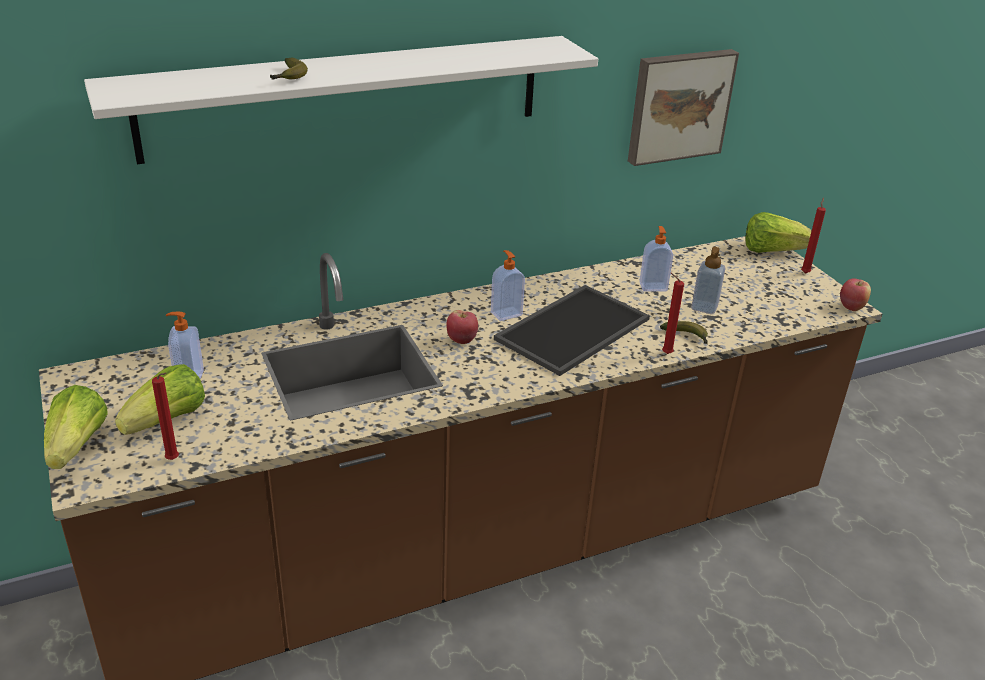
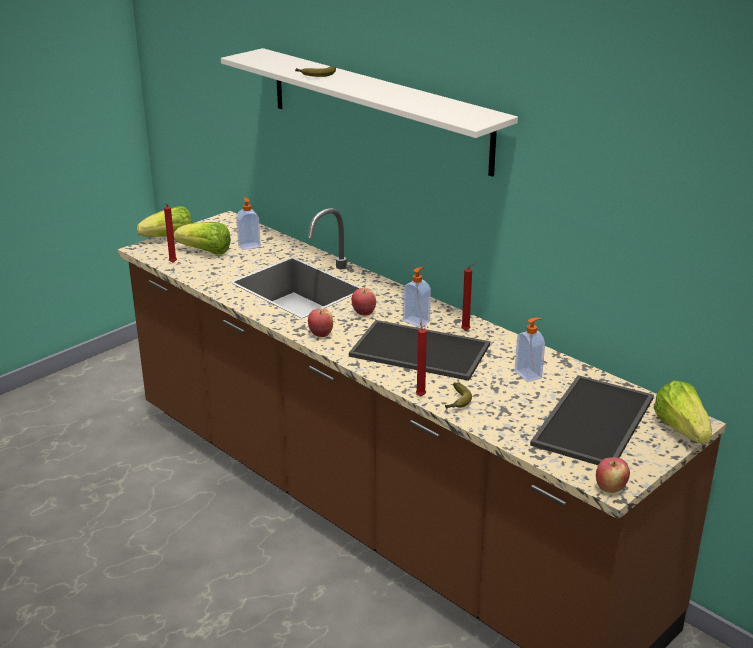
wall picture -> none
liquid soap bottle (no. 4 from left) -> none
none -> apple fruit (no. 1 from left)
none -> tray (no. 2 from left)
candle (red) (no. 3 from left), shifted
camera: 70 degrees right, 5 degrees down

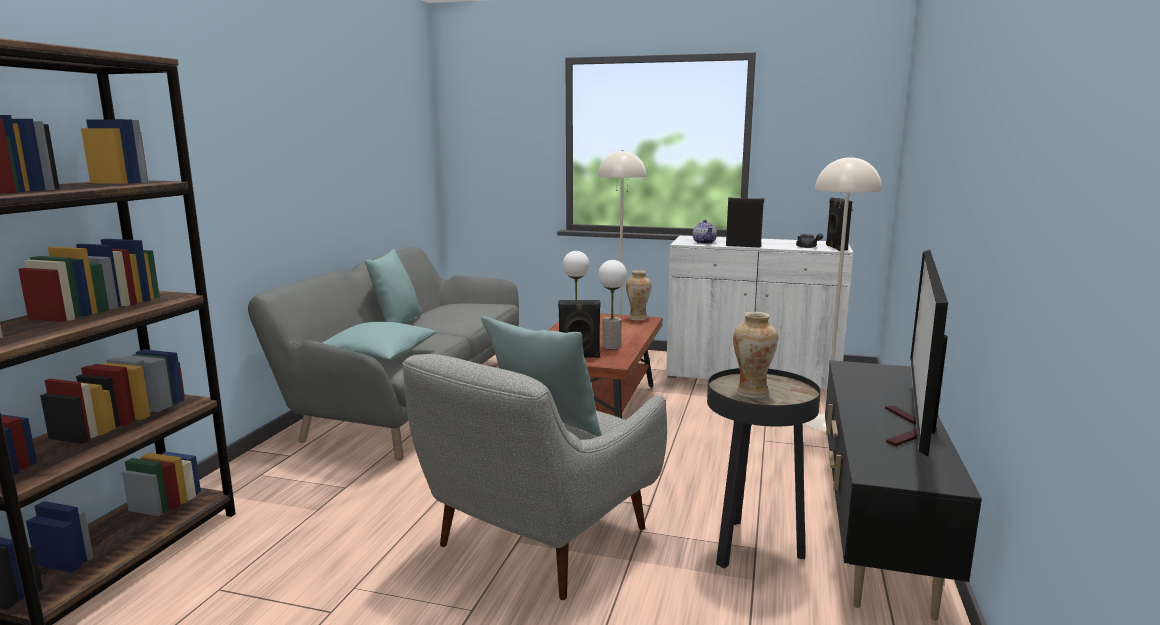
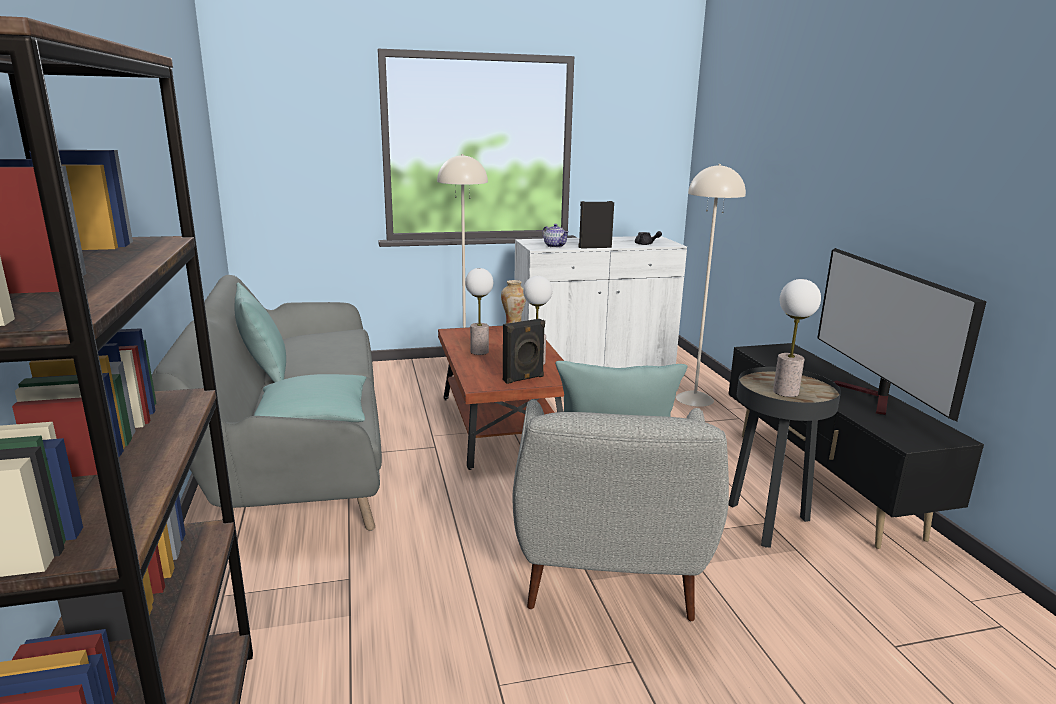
loudspeaker (blackish) (no. 3 from left) -> none
flower vase (no. 2 from left) -> lamp for a table (no. 3 from left)
camera: 30 degrees left, 5 degrees up

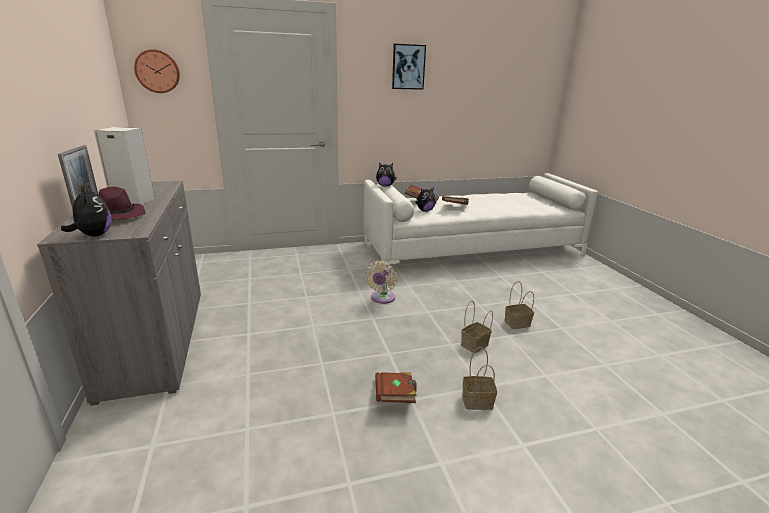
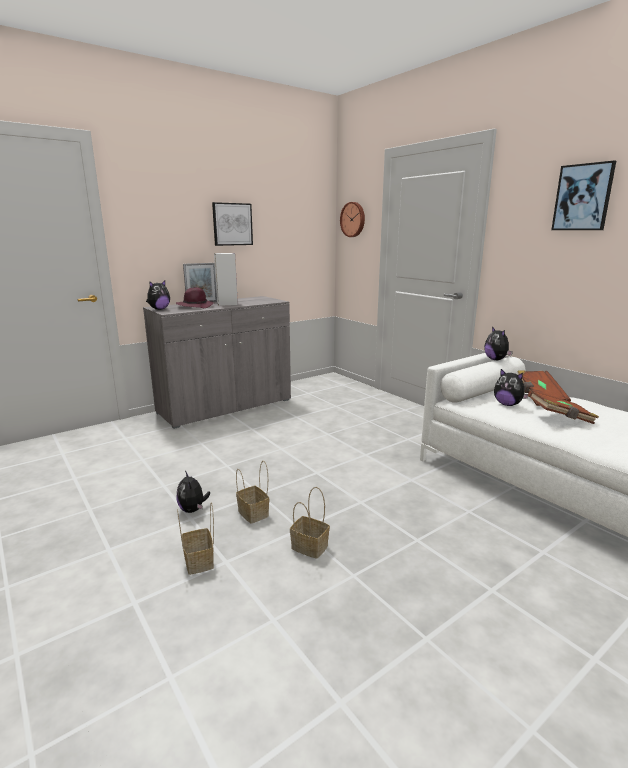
electric fan (sand-coloured) -> none
none -> wall picture (no. 1 from left)
storage basket (no. 3 from left in the first image) -> storage basket (no. 2 from left), shifted
book (brownish) (no. 1 from left) -> plush toy (no. 2 from left)
camera: 70 degrees right, 5 degrees down

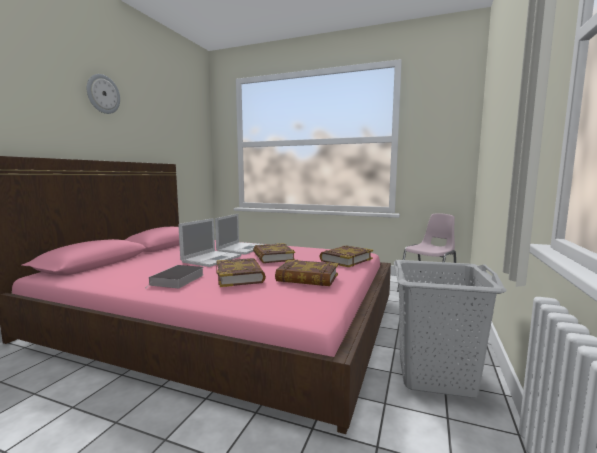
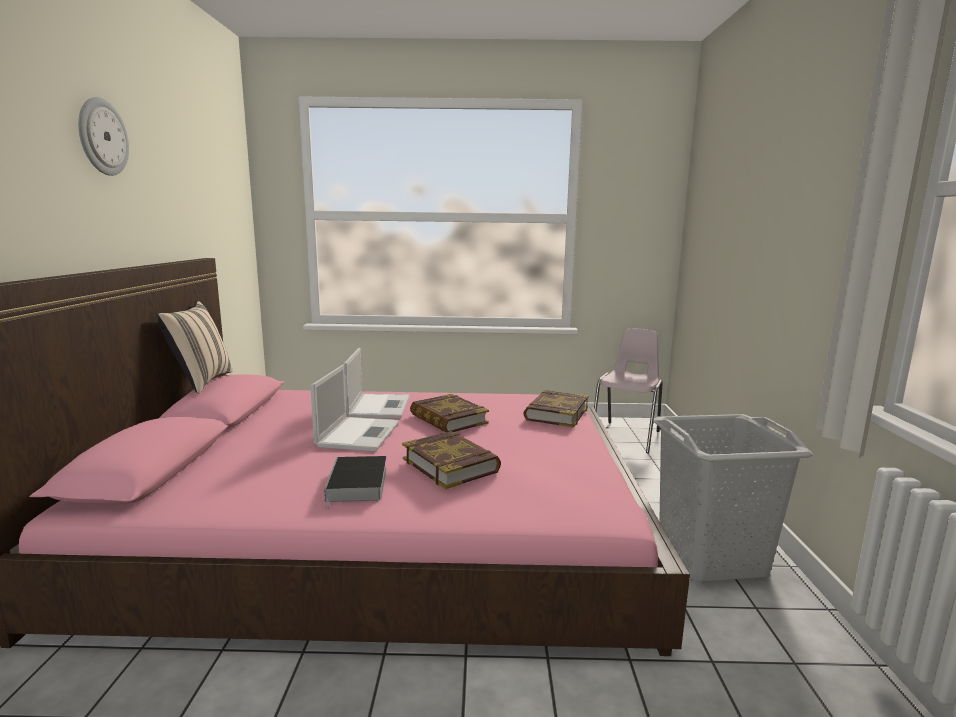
book (no. 4 from left) -> none
none -> cushion (sand-coloured)
camera: 20 degrees left, 5 degrees up

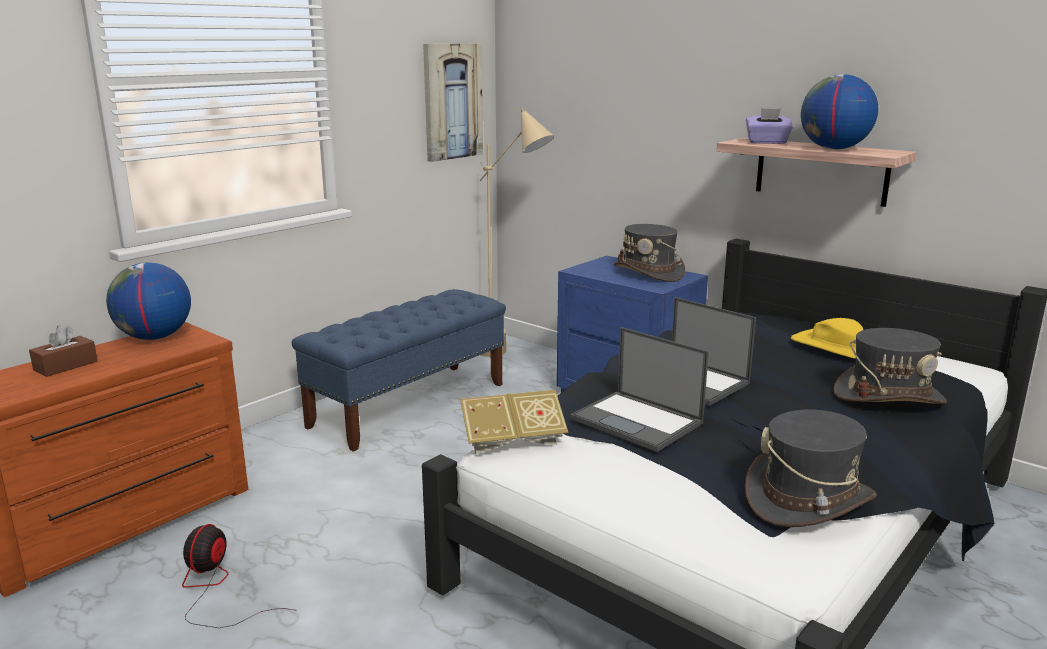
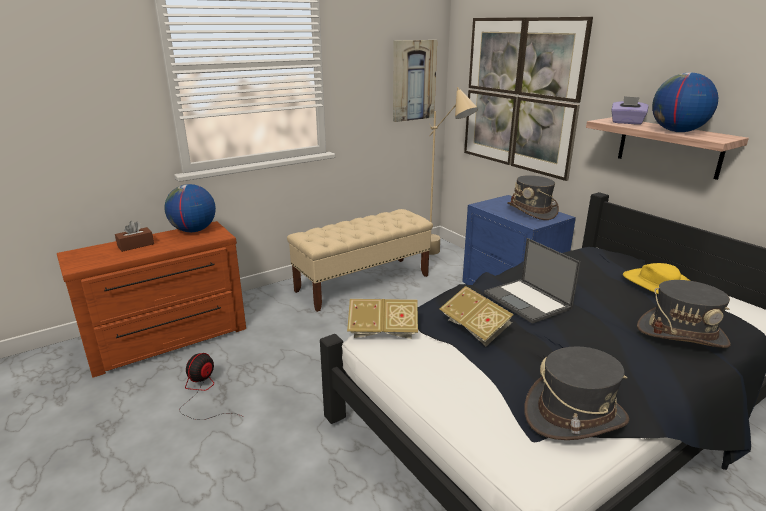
none -> wall picture (no. 2 from left)
portable computer (no. 1 from left) -> book (no. 2 from left)
long seat (blue) -> long seat (sand-coloured)
camera: 15 degrees right, 5 degrees up

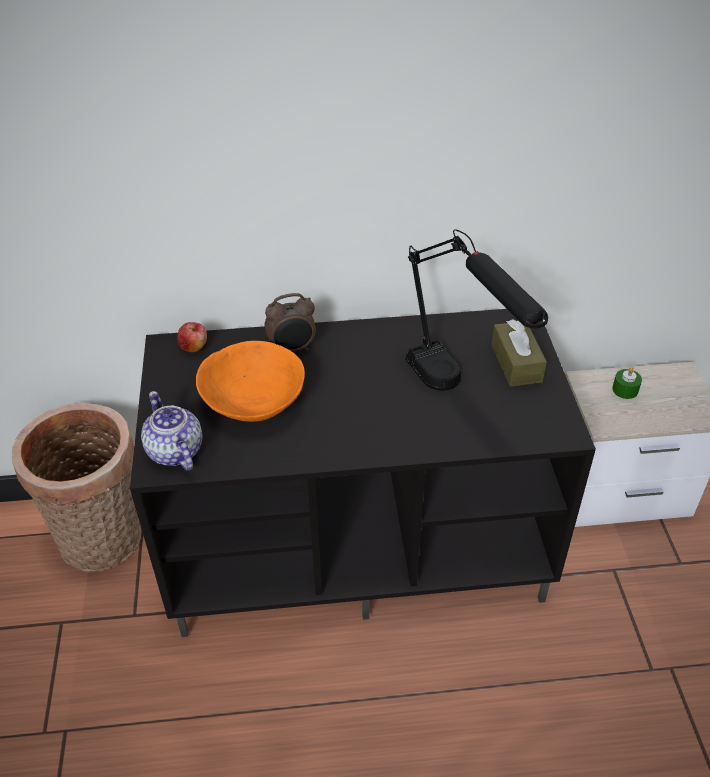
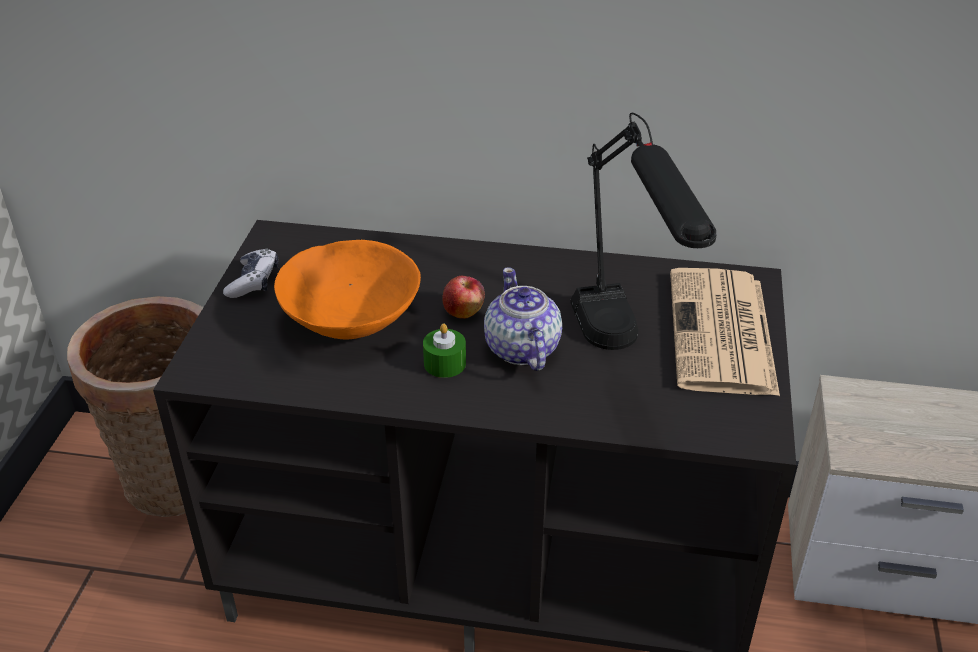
alarm clock -> none
none -> game controller
tea pot, shifted
apple fruit, shifted
candle (green-coloured), shifted
tissue holder (brownish) -> daily paper
camera: 15 degrees right, 5 degrees down

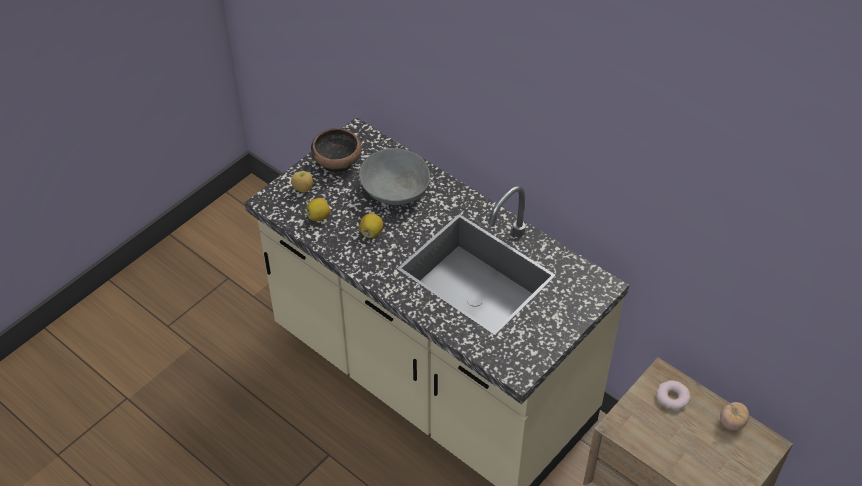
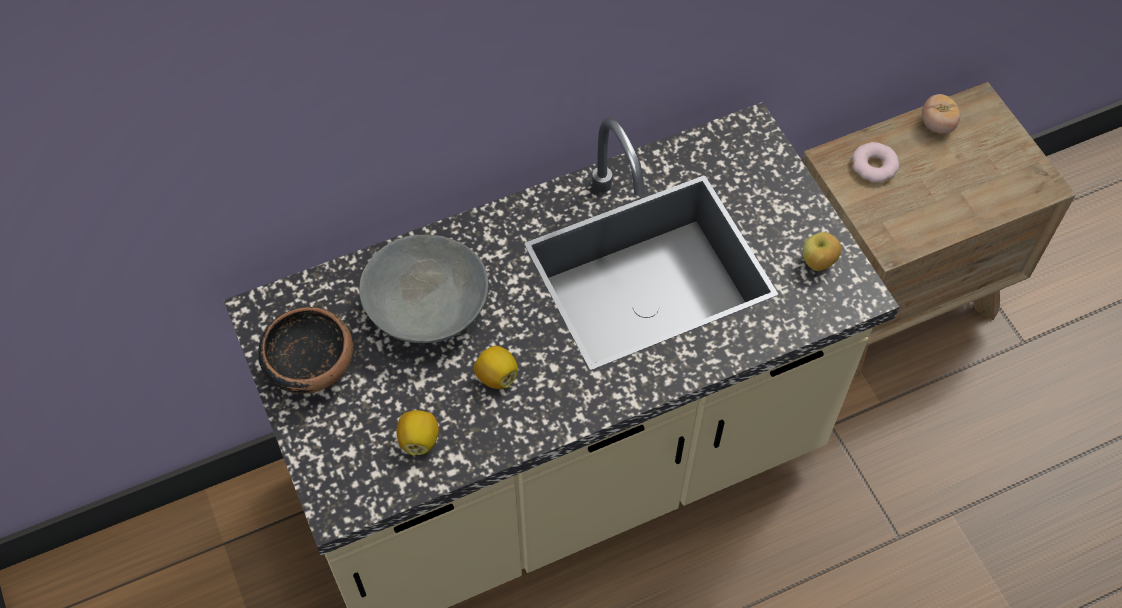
apple fruit, shifted
camera: 65 degrees left, 10 degrees up

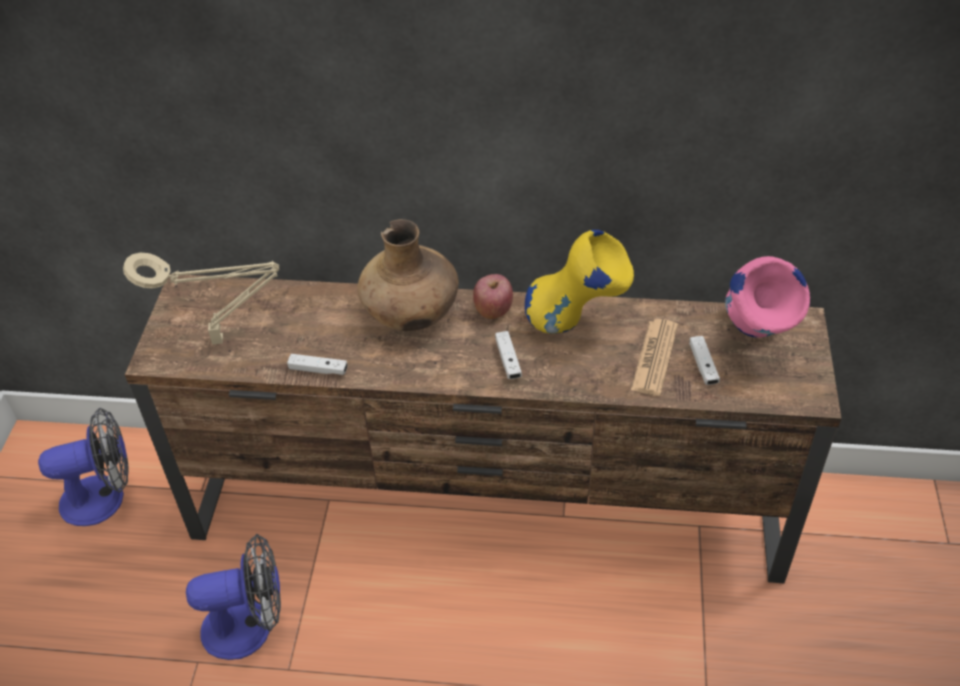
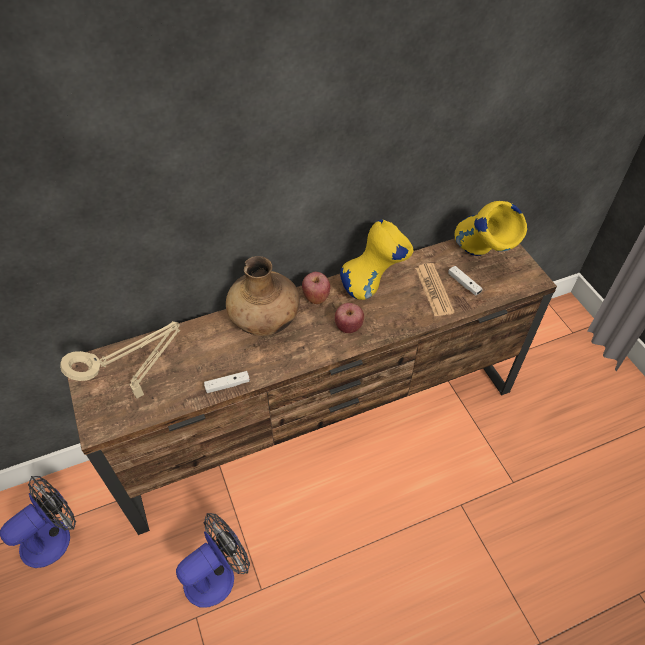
game controller (whitish) (no. 2 from left) -> apple fruit (no. 2 from left)
flower vase (pink-coloured) -> flower vase (yellowish) (no. 2 from left)
camera: 30 degrees left, 5 degrees up

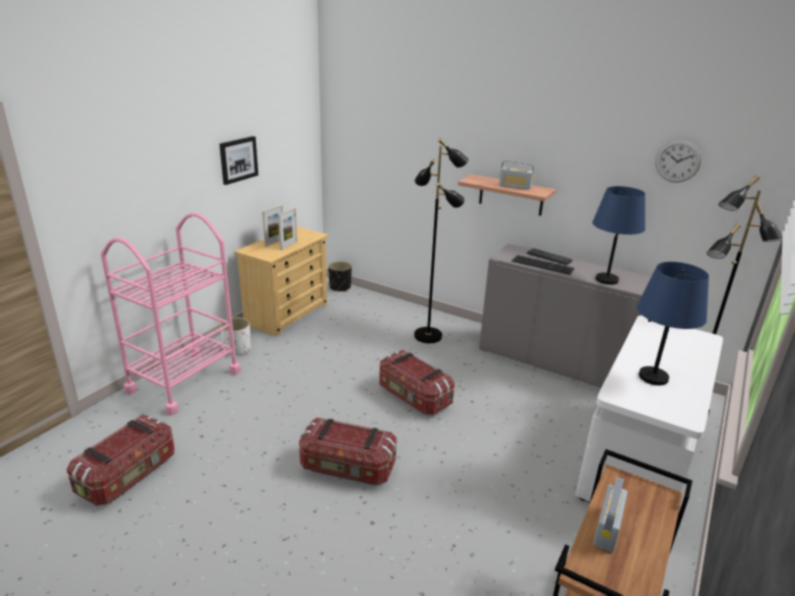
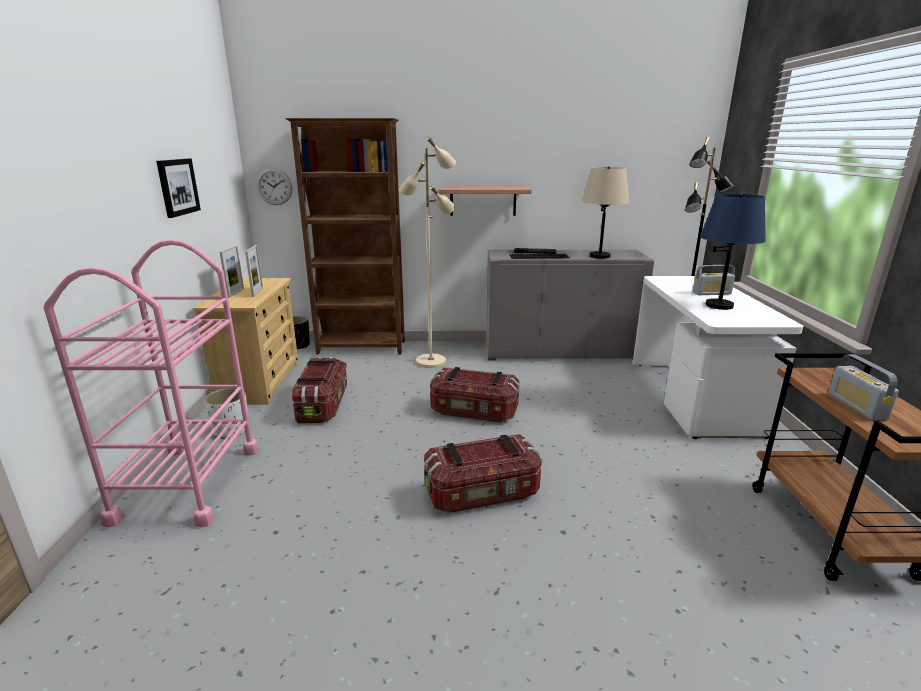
none -> bookcase (brownish)
storage container (no. 1 from left), shifted
radio receiver (no. 1 from left), shifted
wall clock, shifted
floor lamp (blackish) (no. 1 from left) -> floor lamp (sand-coloured)
lamp for a table (blue) (no. 1 from left) -> lamp for a table (sand-coloured)
camera: 30 degrees left, 5 degrees down

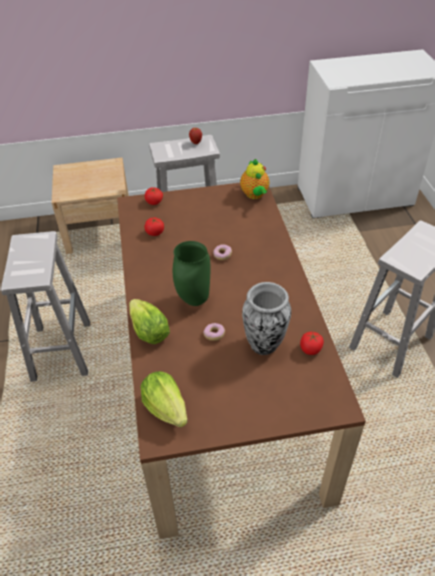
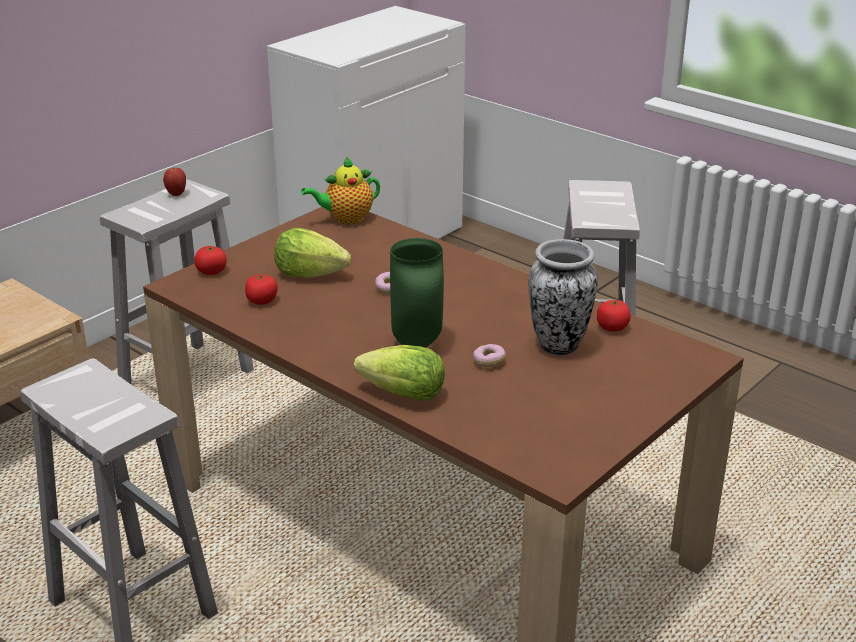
lettuce (no. 2 from left in the first image) -> lettuce (no. 1 from left), shifted
tea pot, 120 degrees clockwise
camera: 40 degrees left, 15 degrees down

